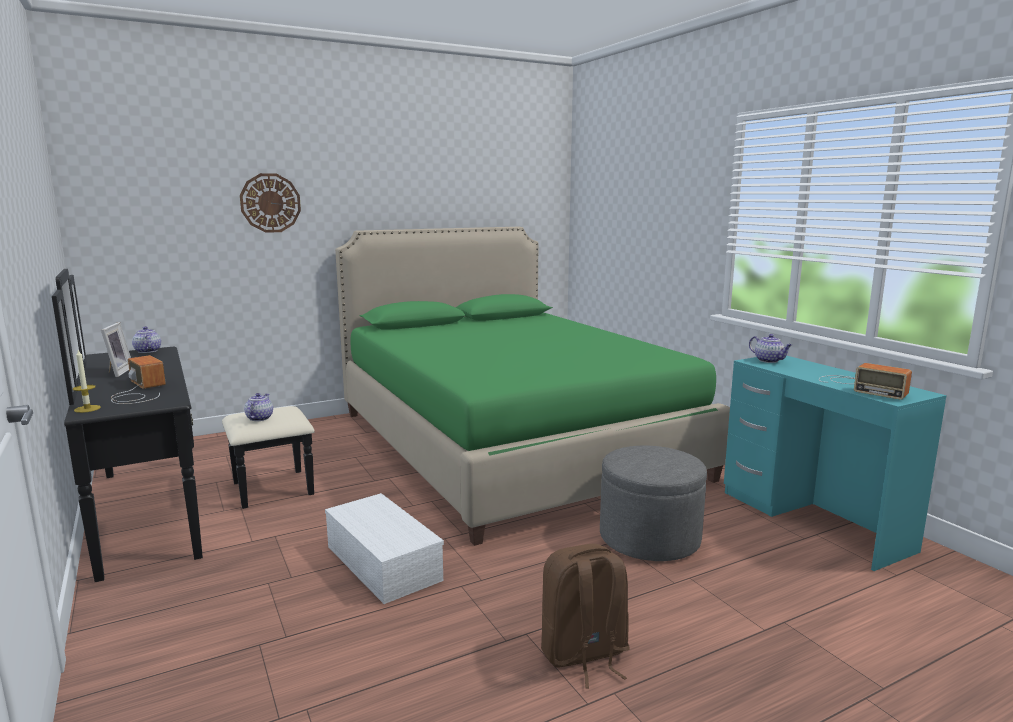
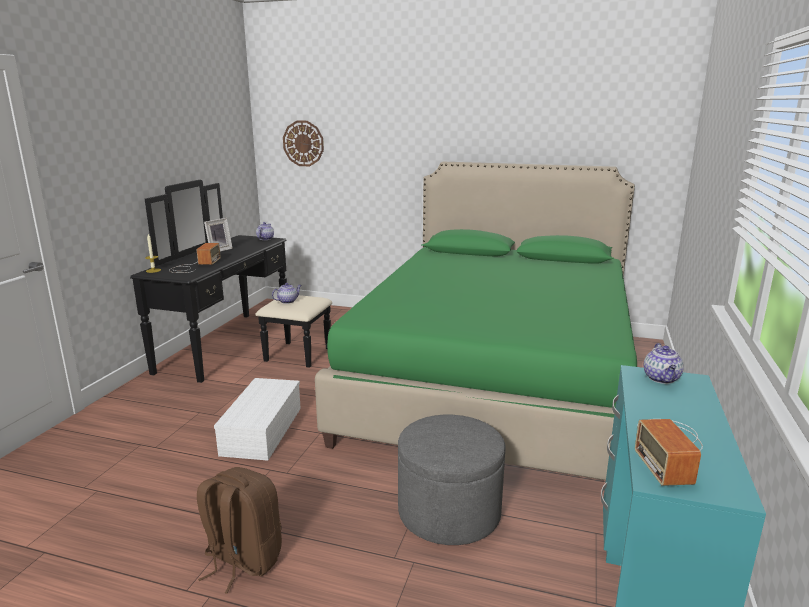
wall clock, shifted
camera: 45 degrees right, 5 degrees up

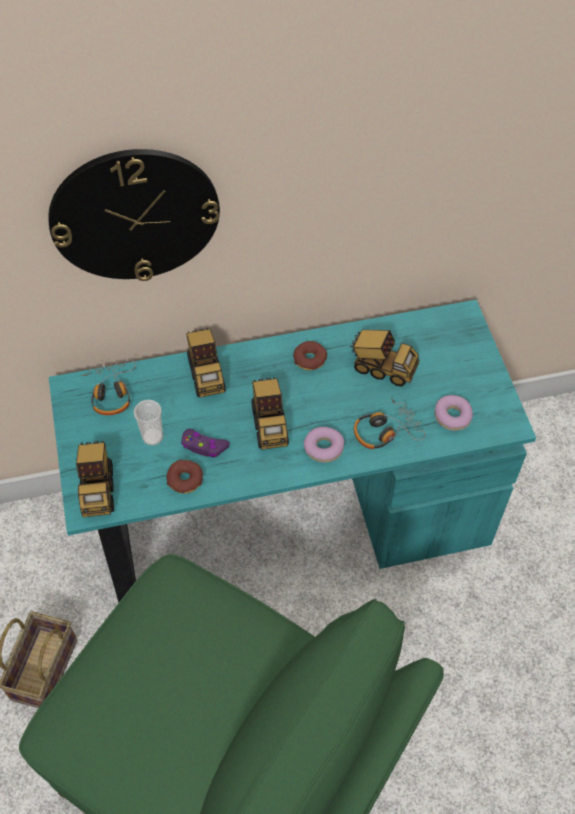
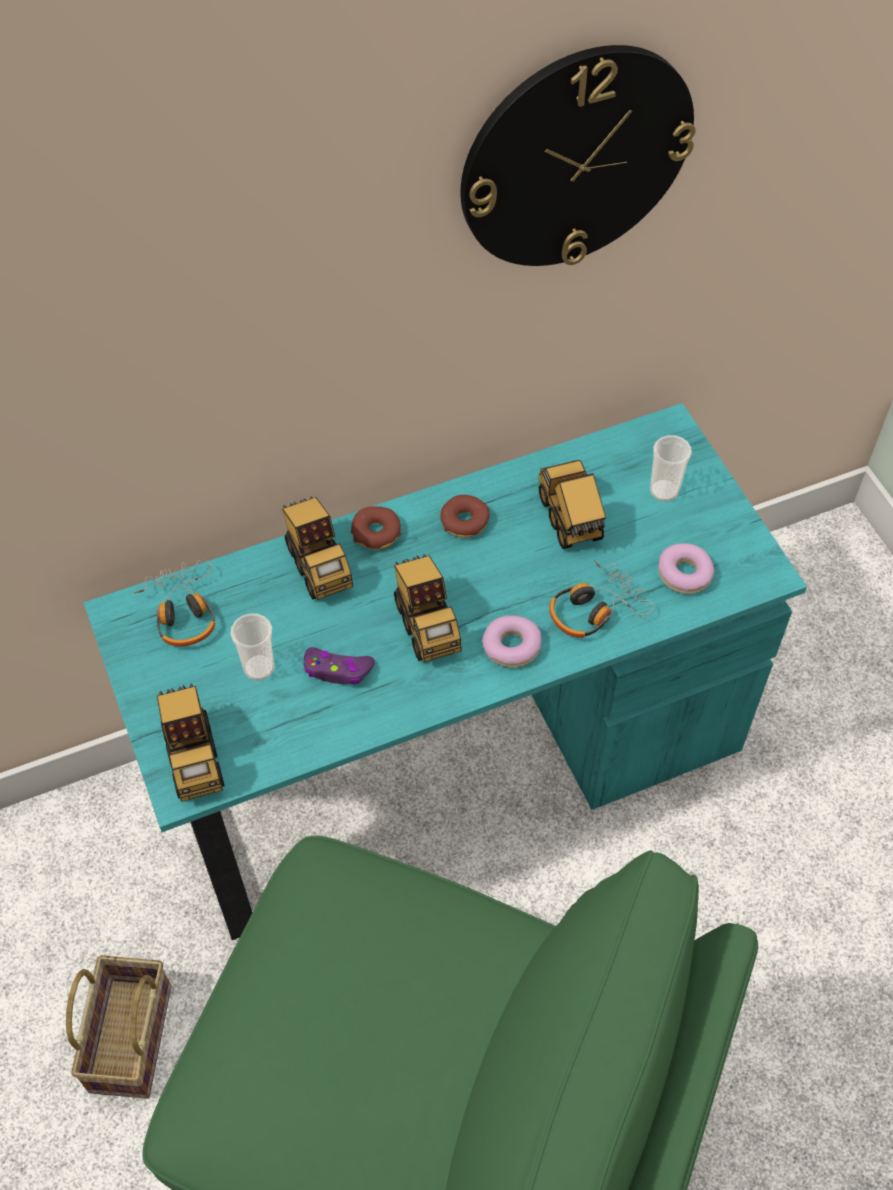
none -> drinking cup (no. 2 from left)
wall clock, shifted
ring doughnut (no. 1 from left), shifted
model truck (no. 4 from left), 120 degrees counterclockwise
camera: 10 degrees left, 0 degrees up

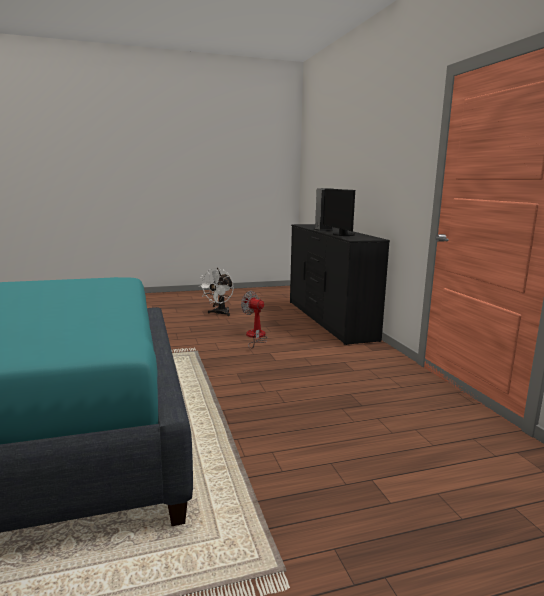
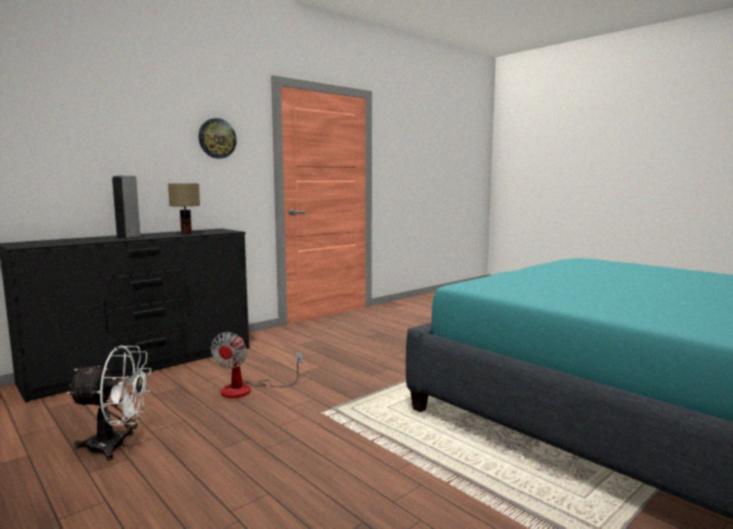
none -> wall clock
monitor -> lamp for a table
camera: 115 degrees left, 5 degrees down

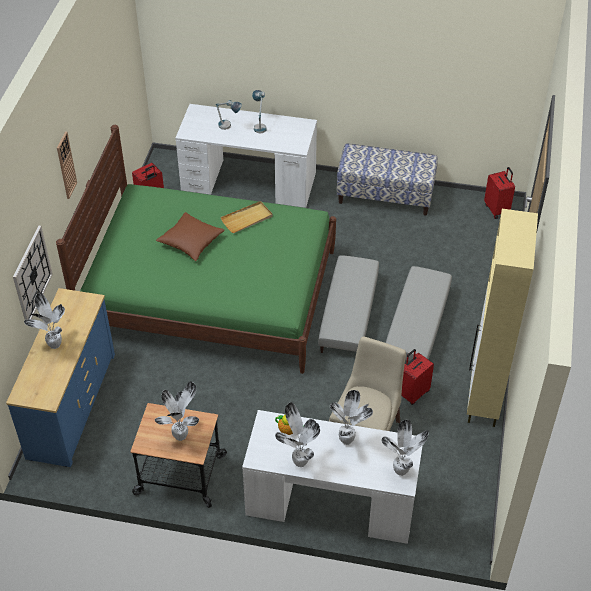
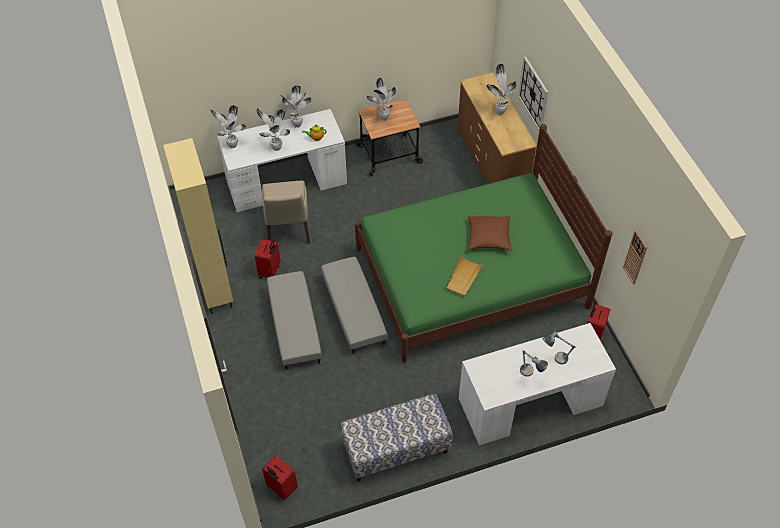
wall clock (no. 2 from left), shifted
chest of drawers (blue) -> chest of drawers (brownish)
camera: 150 degrees right, 5 degrees up

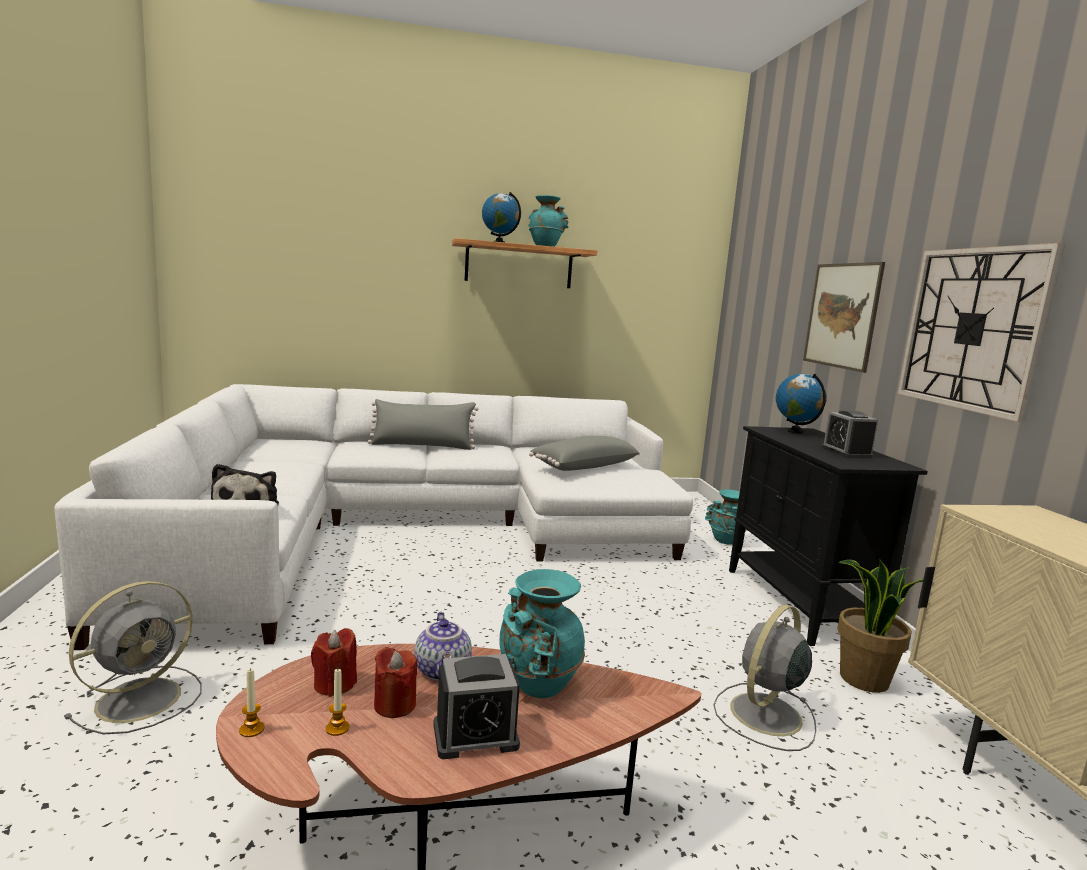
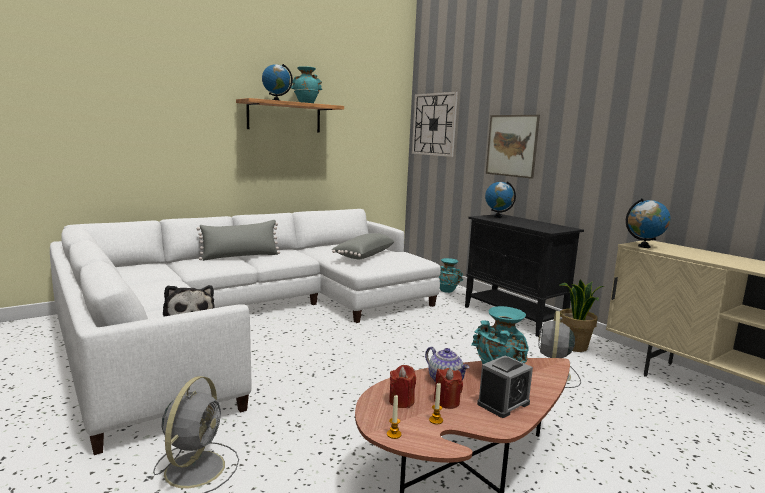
alarm clock (no. 2 from left) -> none
none -> desk globe (no. 3 from left)
wall clock, shifted
camera: 25 degrees left, 0 degrees up

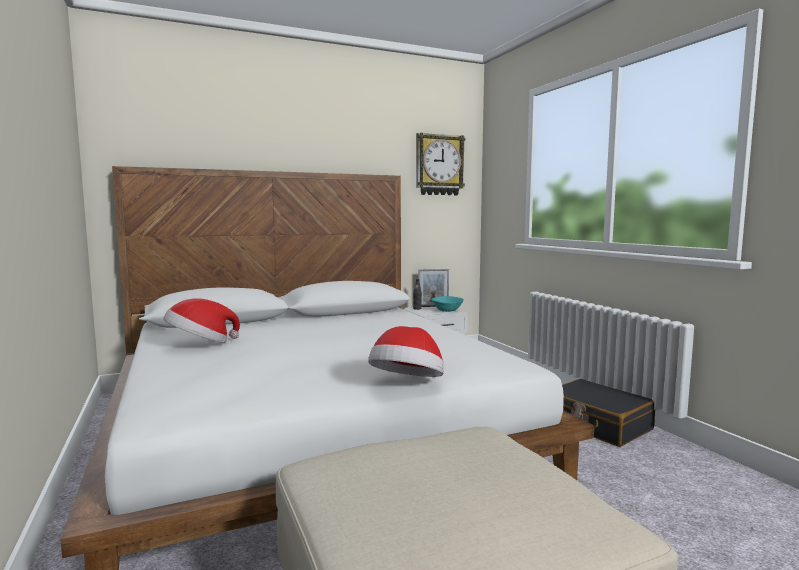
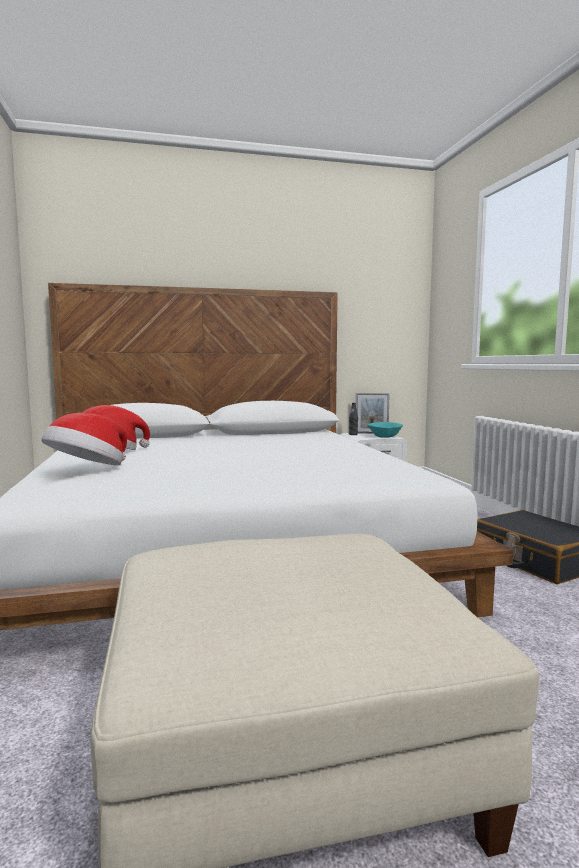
wall clock -> none
hat (no. 2 from left in the first image) -> hat (no. 1 from left), shifted
camera: 10 degrees right, 0 degrees up

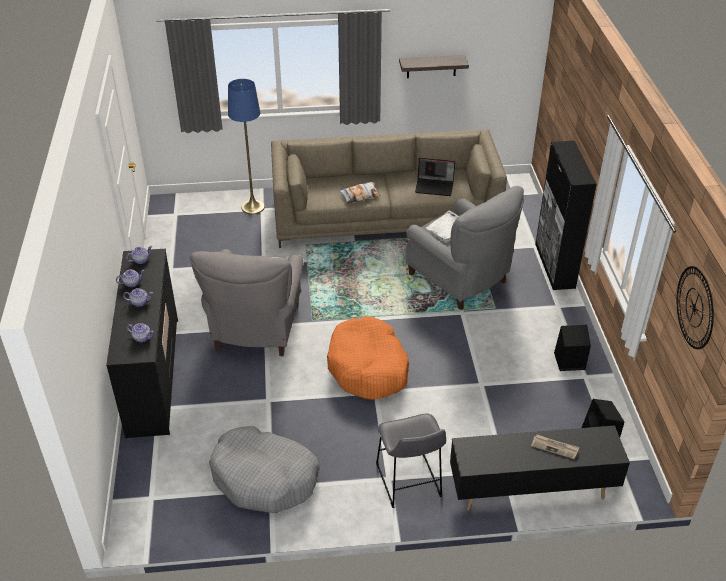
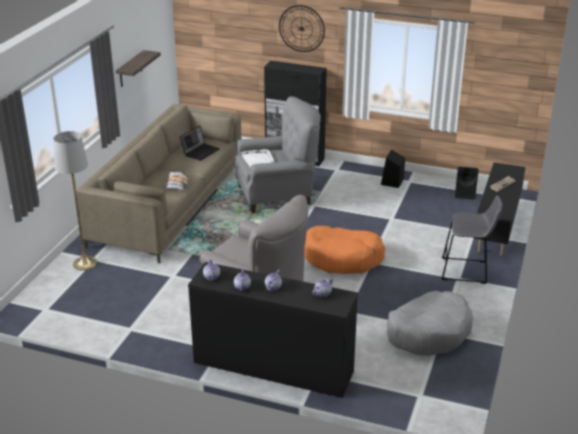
wall clock, shifted
floor lamp (blue) -> floor lamp (gray)
camera: 65 degrees left, 10 degrees down

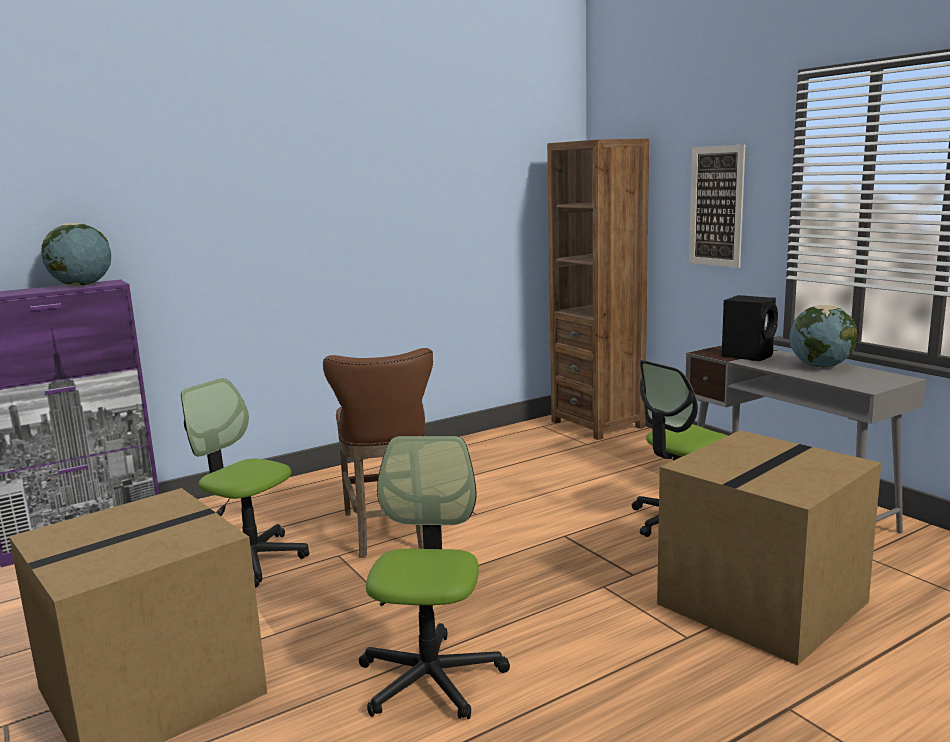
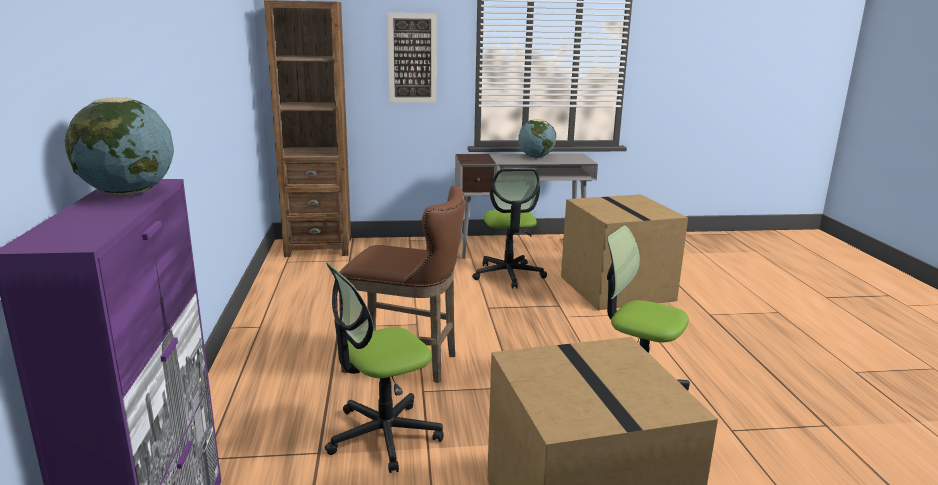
loudspeaker (blackish) -> none
camera: 65 degrees left, 5 degrees up

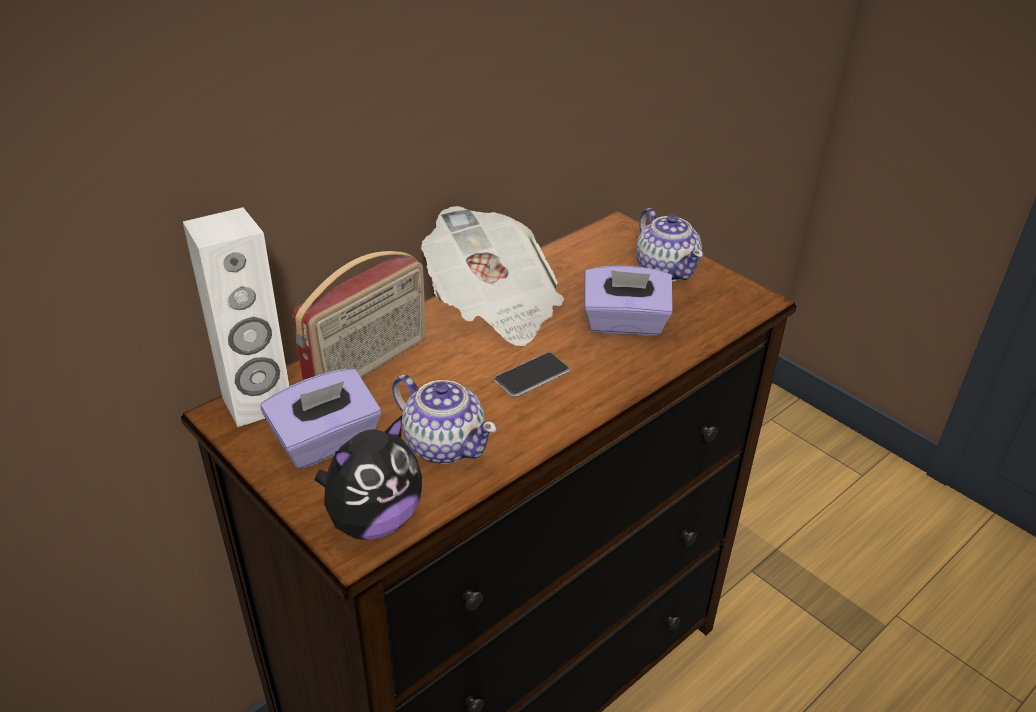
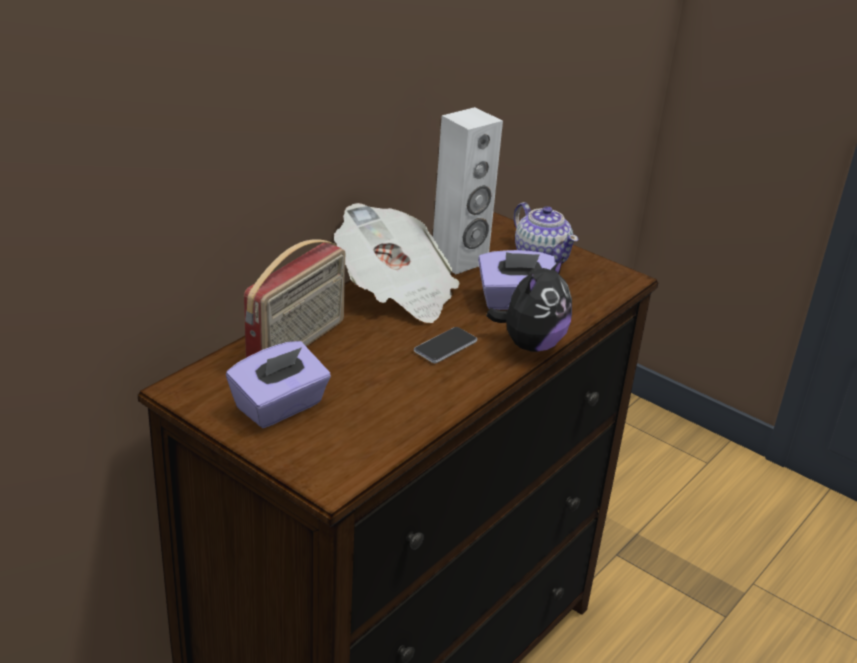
tea pot (no. 1 from left) -> none
loudspeaker (whitish), shifted
plush toy, shifted
camera: 10 degrees left, 5 degrees down

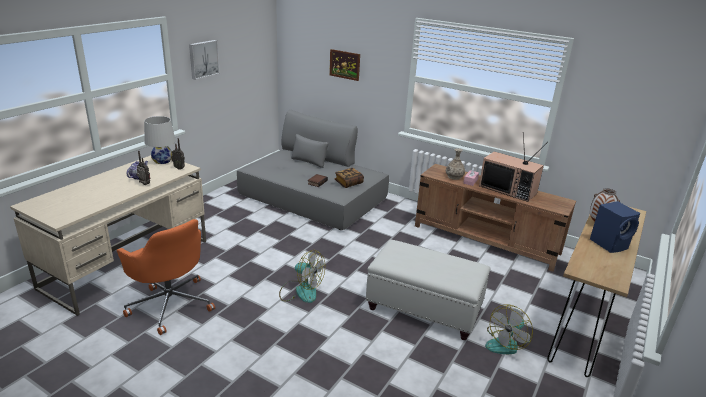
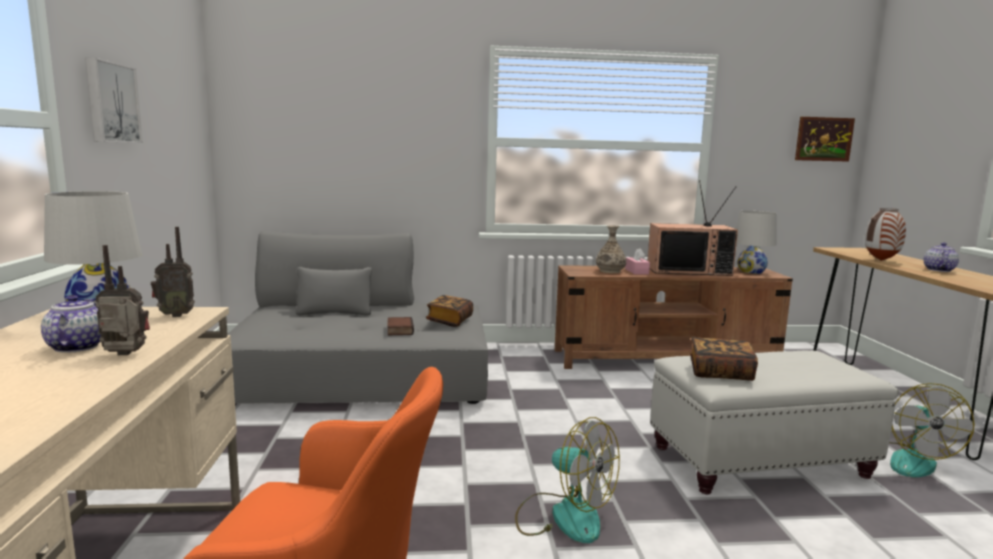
none -> book (no. 3 from left)
none -> lamp for a table (whitish) (no. 2 from left)
wall picture (no. 2 from left), shifted
loudspeaker (blue) -> tea pot (no. 2 from left)
electric fan (no. 1 from left), 45 degrees clockwise
camera: 35 degrees left, 15 degrees down

